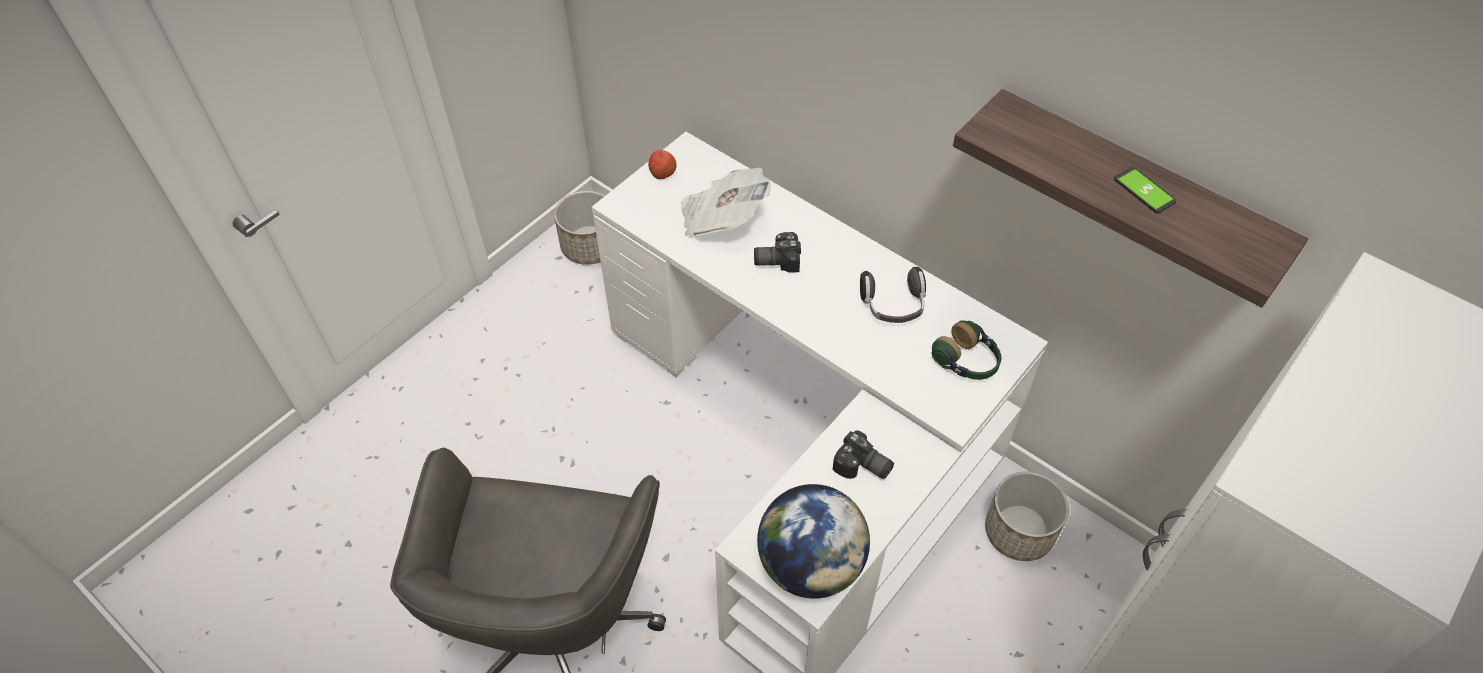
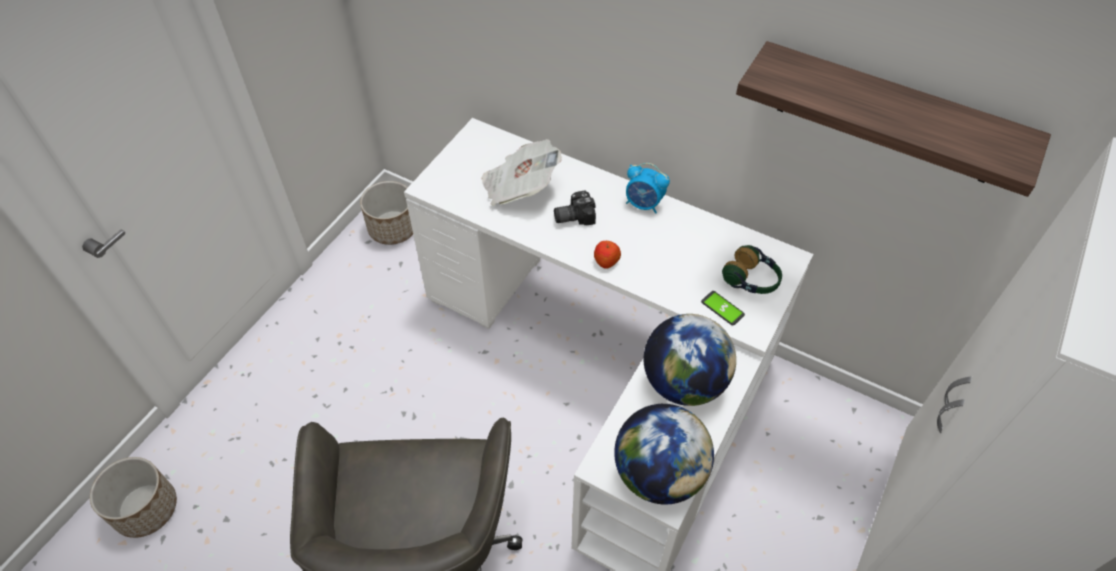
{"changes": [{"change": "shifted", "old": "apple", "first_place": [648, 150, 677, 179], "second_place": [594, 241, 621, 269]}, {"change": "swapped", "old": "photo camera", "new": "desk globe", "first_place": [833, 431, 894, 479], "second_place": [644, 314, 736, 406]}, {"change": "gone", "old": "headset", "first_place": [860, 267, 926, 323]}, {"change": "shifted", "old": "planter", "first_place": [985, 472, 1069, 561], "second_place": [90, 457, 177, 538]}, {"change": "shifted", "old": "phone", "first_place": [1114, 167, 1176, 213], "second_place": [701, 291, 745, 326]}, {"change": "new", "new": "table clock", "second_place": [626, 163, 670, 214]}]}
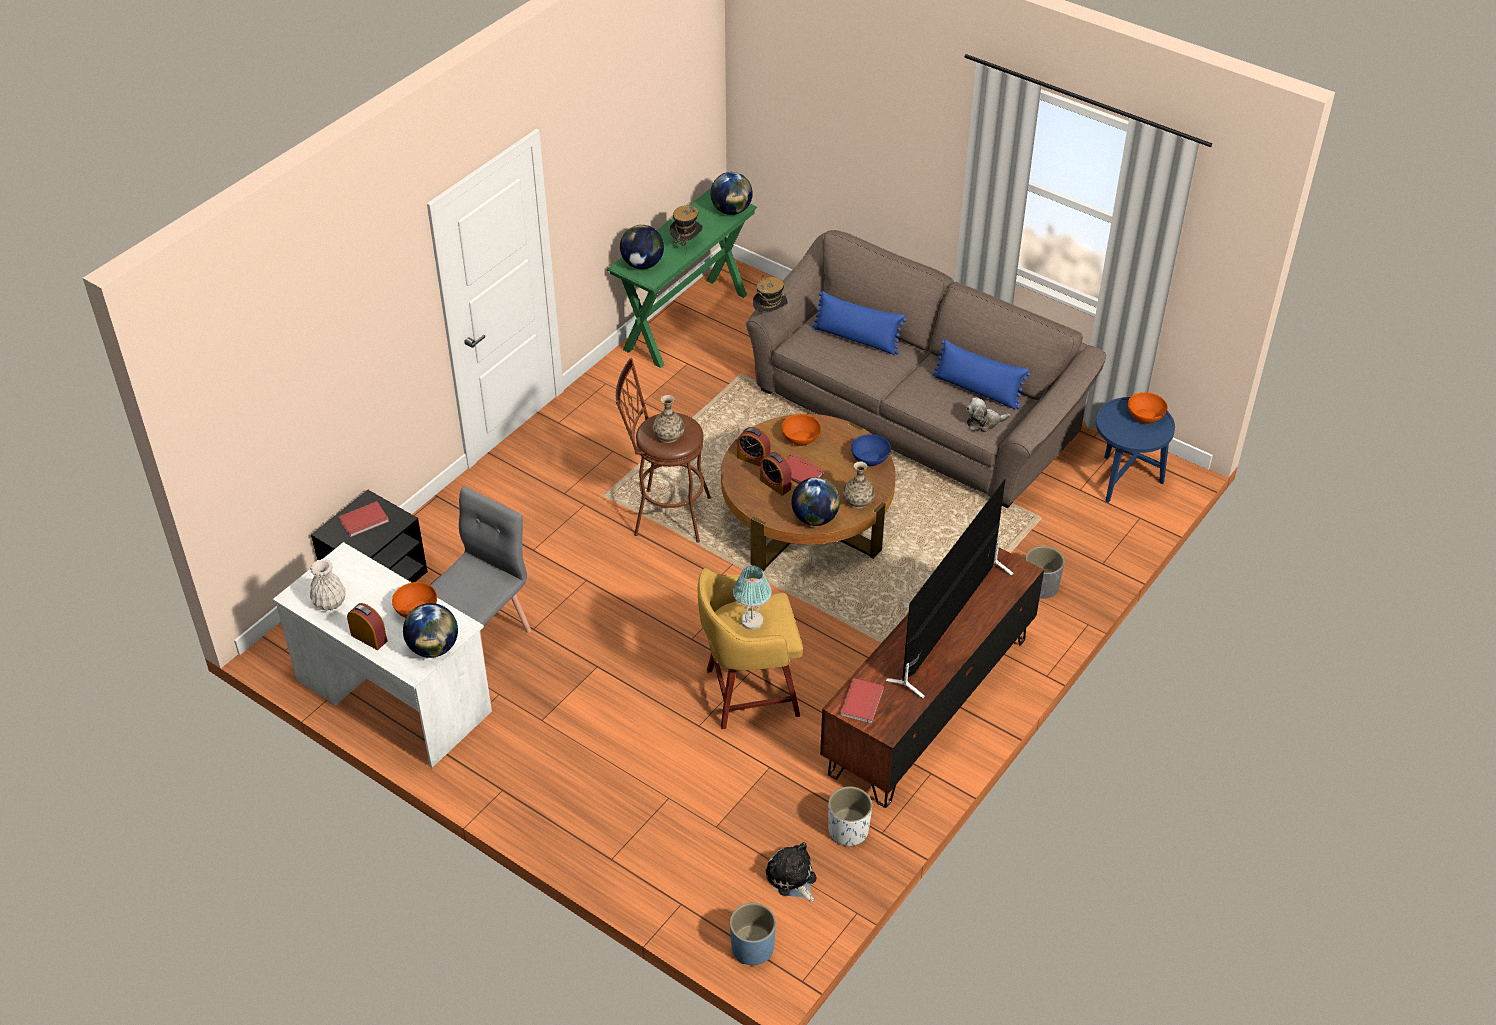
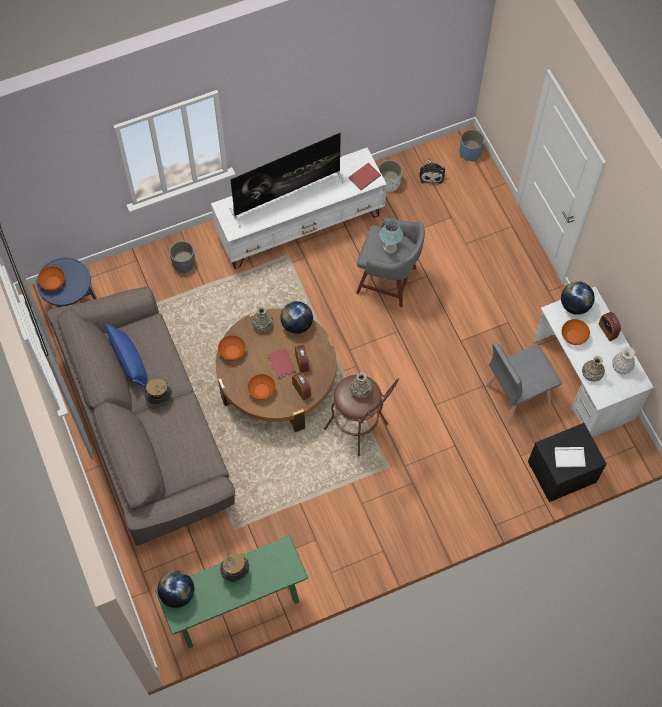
{"changes": [{"change": "repainted", "old": "red-coloured book", "new": "white book", "first_place": [338, 501, 389, 537], "second_place": [554, 447, 586, 467]}, {"change": "gone", "old": "desk globe", "first_place": [620, 225, 664, 269]}, {"change": "repainted", "old": "yellowish stool", "new": "greyish stool", "first_place": [698, 568, 803, 729], "second_place": [356, 218, 425, 307]}, {"change": "shifted", "old": "hat", "first_place": [753, 275, 788, 313], "second_place": [144, 378, 172, 405]}, {"change": "gone", "old": "blue pillow", "first_place": [812, 291, 907, 355]}, {"change": "repainted", "old": "brown-coloured tv stand", "new": "white tv stand", "first_place": [820, 548, 1044, 808], "second_place": [211, 148, 387, 269]}, {"change": "repainted", "old": "blue serving bowl", "new": "orangey serving bowl", "first_place": [851, 434, 891, 466], "second_place": [218, 335, 246, 361]}, {"change": "gone", "old": "cuddly toy", "first_place": [966, 397, 1011, 432]}, {"change": "new", "new": "decorative vase", "second_place": [582, 356, 605, 382]}]}
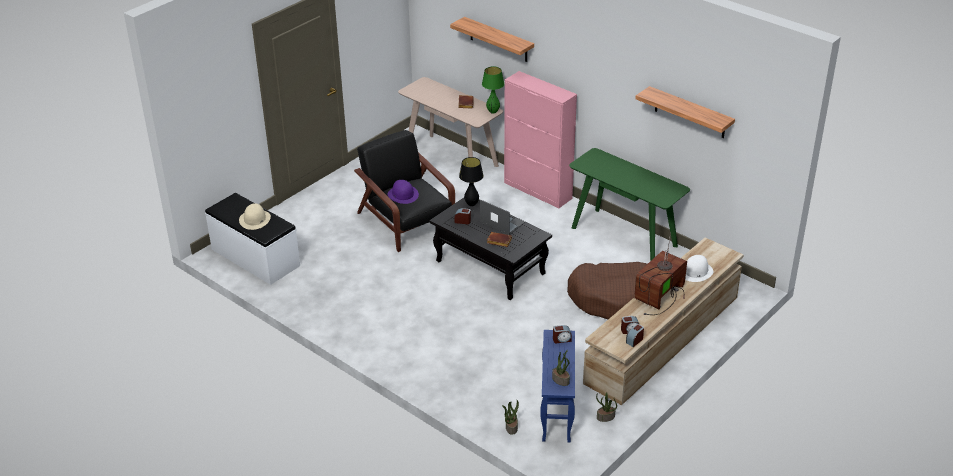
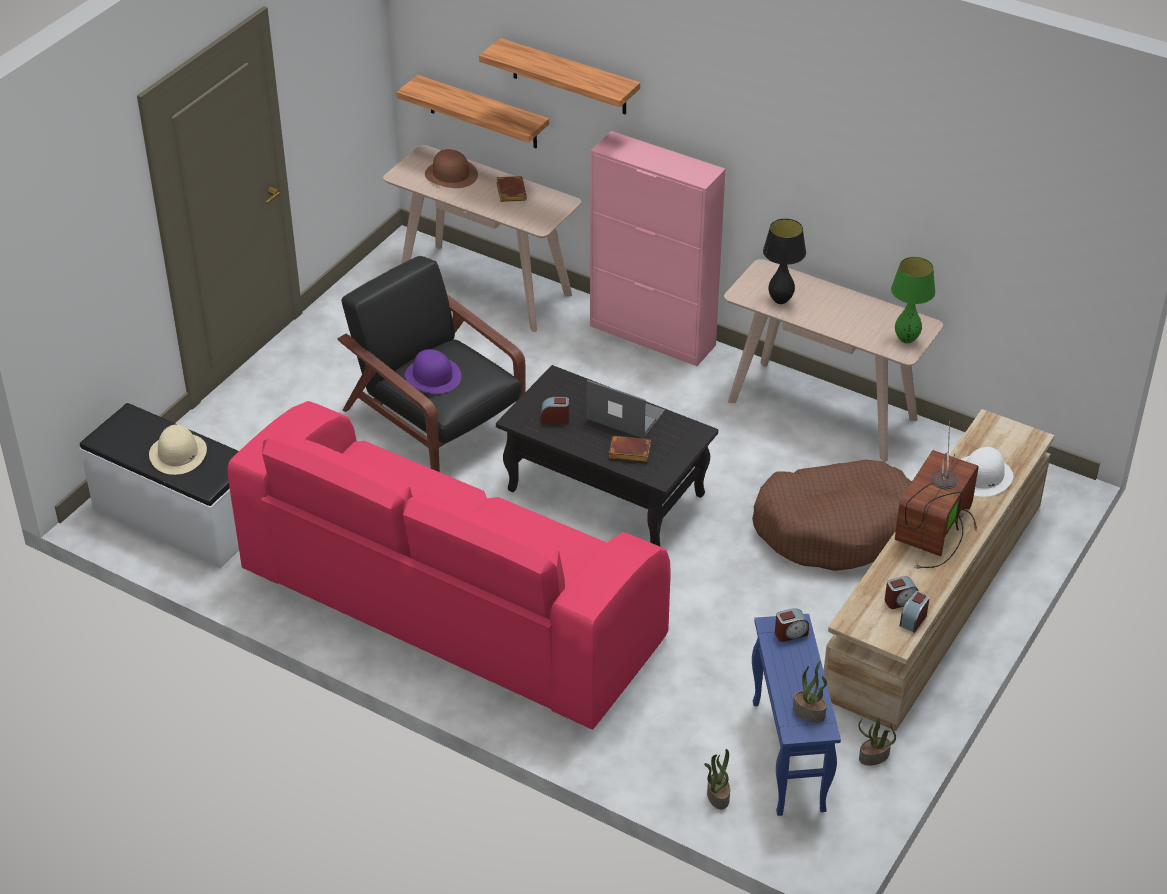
{"changes": [{"change": "shifted", "old": "black tabletop lamp", "first_place": [459, 157, 484, 206], "second_place": [763, 219, 806, 304]}, {"change": "shifted", "old": "green tabletop lamp", "first_place": [482, 67, 504, 114], "second_place": [891, 257, 936, 343]}, {"change": "repainted", "old": "green hall table", "new": "beige-coloured hall table", "first_place": [569, 148, 690, 261], "second_place": [724, 259, 943, 462]}, {"change": "shifted", "old": "bracket shelf", "first_place": [635, 86, 735, 138], "second_place": [396, 75, 549, 149]}, {"change": "new", "new": "pink-coloured sofa", "second_place": [227, 401, 671, 729]}, {"change": "new", "new": "brown-coloured hat", "second_place": [425, 149, 478, 188]}]}
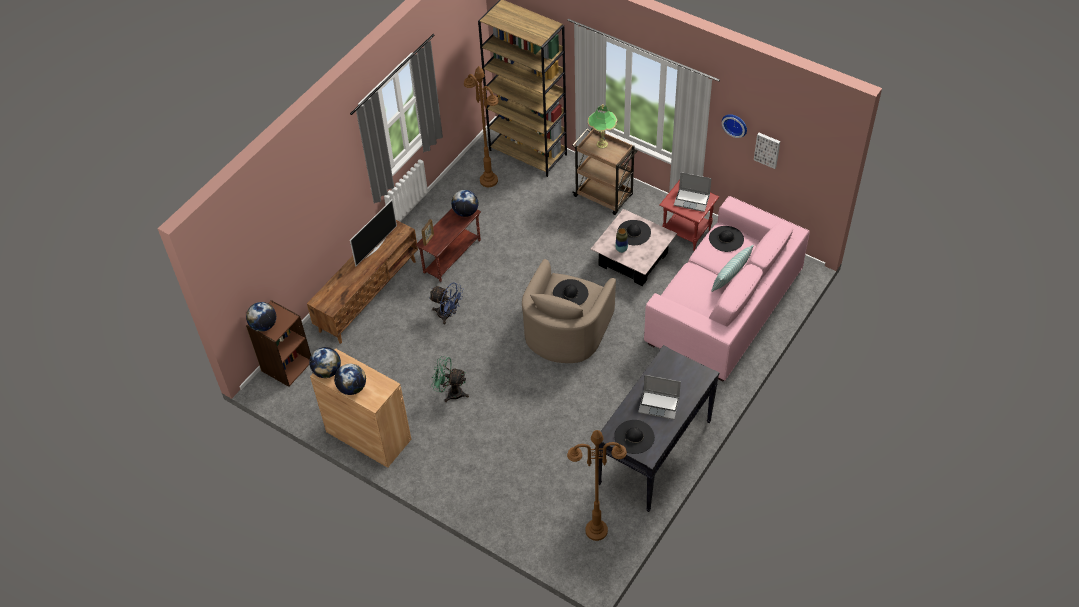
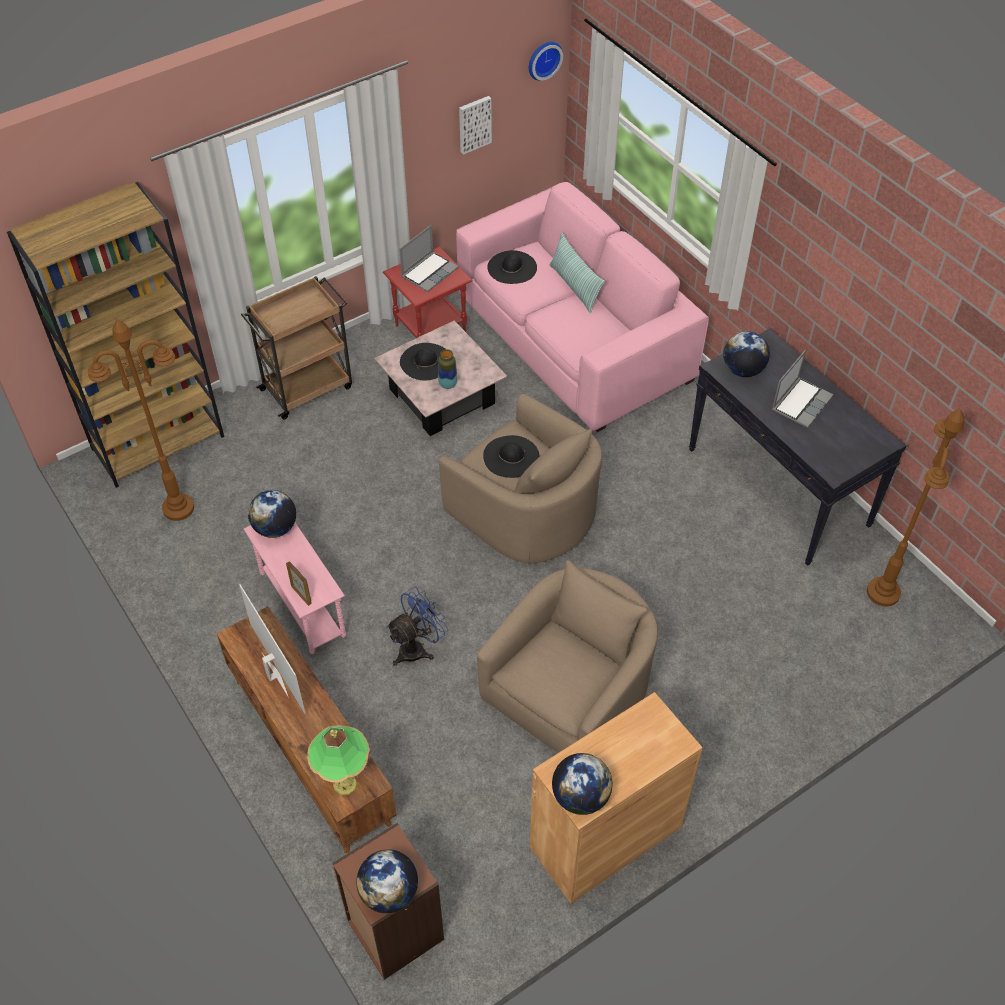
{"changes": [{"change": "shifted", "old": "desk globe", "first_place": [334, 364, 366, 395], "second_place": [723, 331, 770, 377]}, {"change": "repainted", "old": "brown-coloured accent table", "new": "pink-coloured accent table", "first_place": [415, 208, 481, 282], "second_place": [244, 523, 346, 654]}, {"change": "swapped", "old": "green electric fan", "new": "beige-coloured armchair", "first_place": [431, 356, 469, 402], "second_place": [477, 560, 658, 753]}, {"change": "shifted", "old": "tabletop lamp", "first_place": [588, 104, 617, 149], "second_place": [307, 726, 370, 795]}, {"change": "gone", "old": "black hat", "first_place": [614, 420, 655, 454]}, {"change": "shifted", "old": "wall clock", "first_place": [722, 114, 747, 138], "second_place": [529, 41, 563, 81]}]}
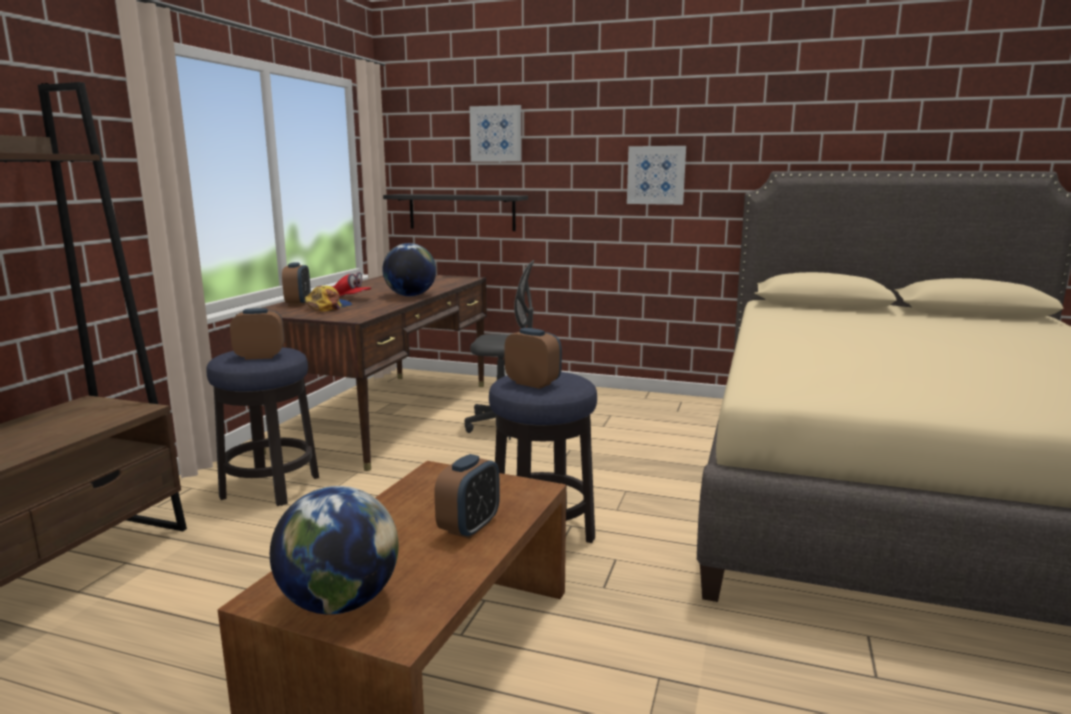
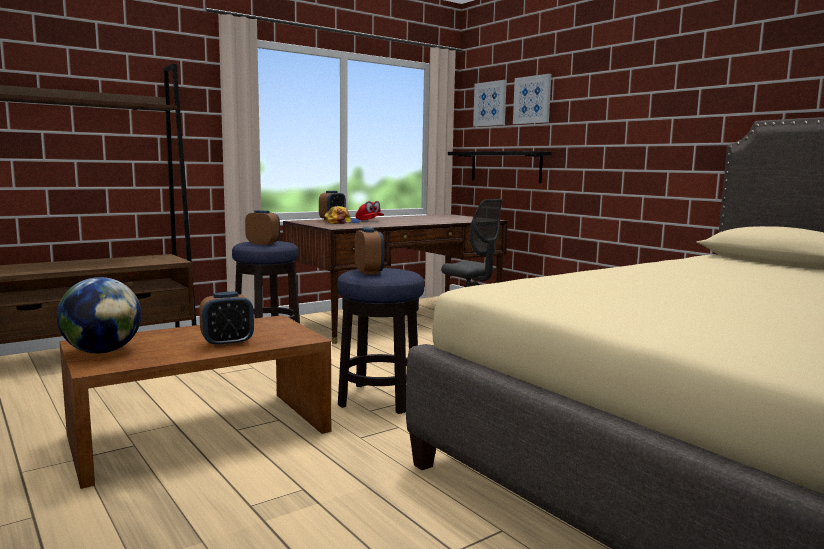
{"changes": [{"change": "gone", "old": "desk globe", "first_place": [382, 243, 436, 297]}, {"change": "shifted", "old": "wall art", "first_place": [627, 146, 686, 205], "second_place": [473, 80, 507, 127]}]}
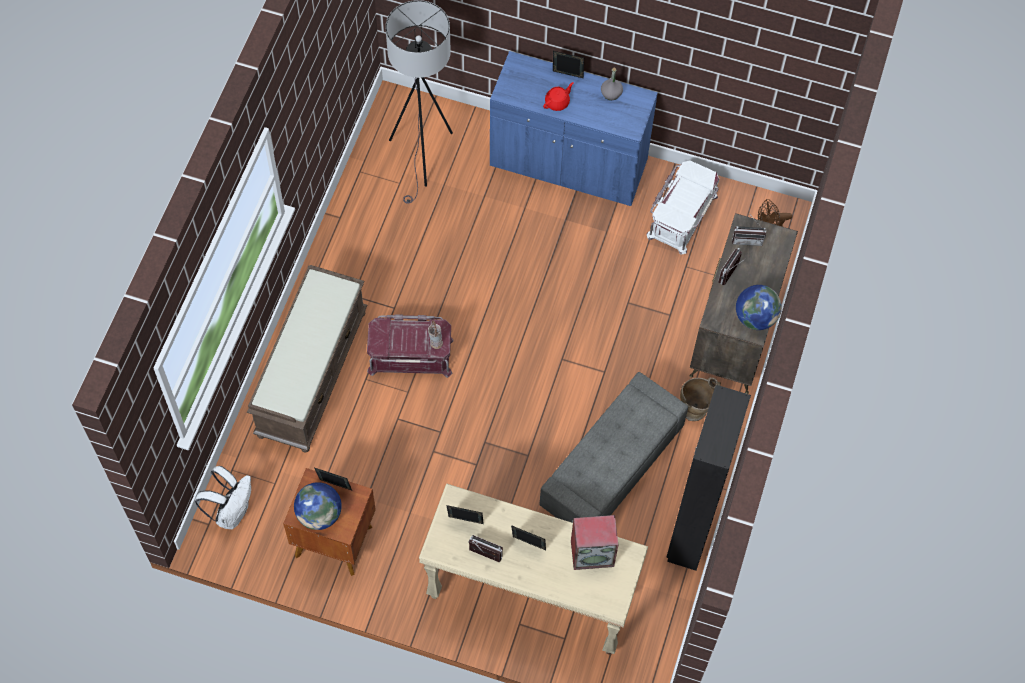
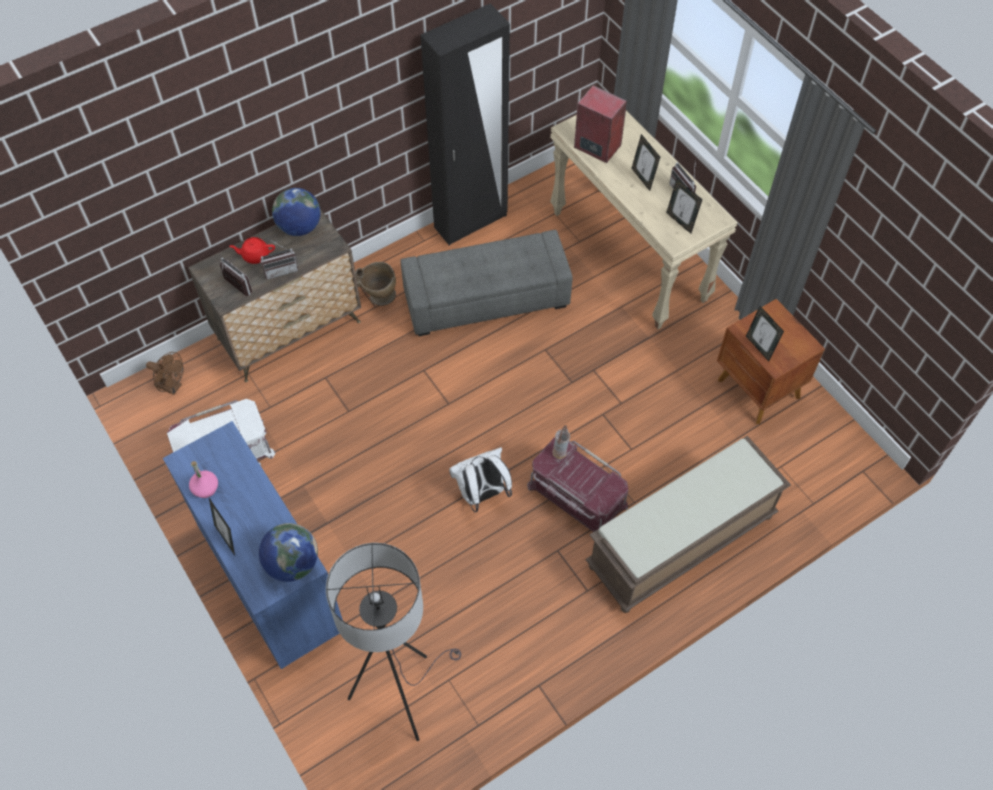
{"changes": [{"change": "shifted", "old": "white knapsack", "first_place": [195, 466, 251, 529], "second_place": [449, 447, 512, 512]}, {"change": "shifted", "old": "desk globe", "first_place": [294, 482, 342, 530], "second_place": [259, 523, 318, 582]}, {"change": "shifted", "old": "red-coloured tea pot", "first_place": [543, 82, 574, 111], "second_place": [229, 237, 275, 264]}, {"change": "repainted", "old": "greyish bottle", "new": "pink-coloured bottle", "first_place": [601, 68, 623, 100], "second_place": [189, 461, 218, 498]}]}
